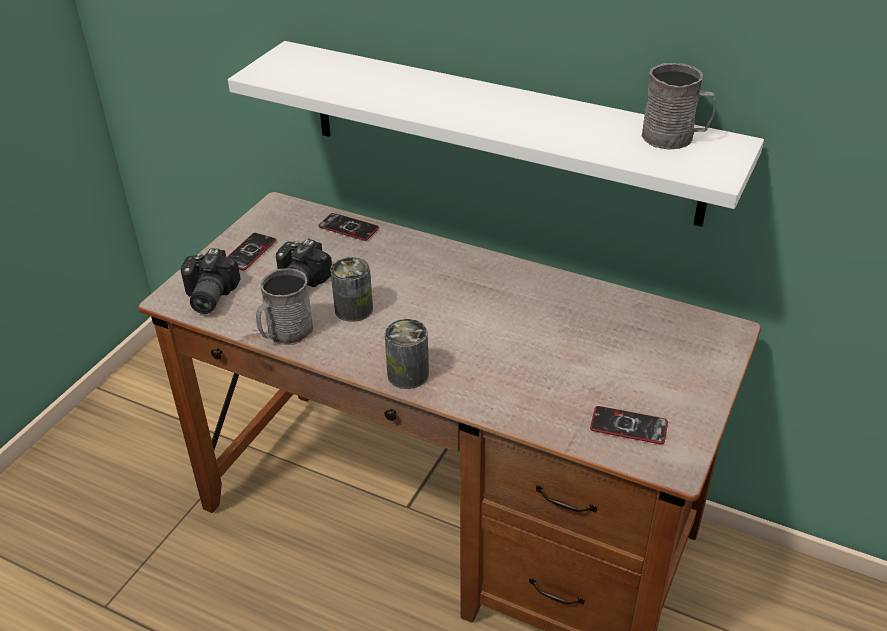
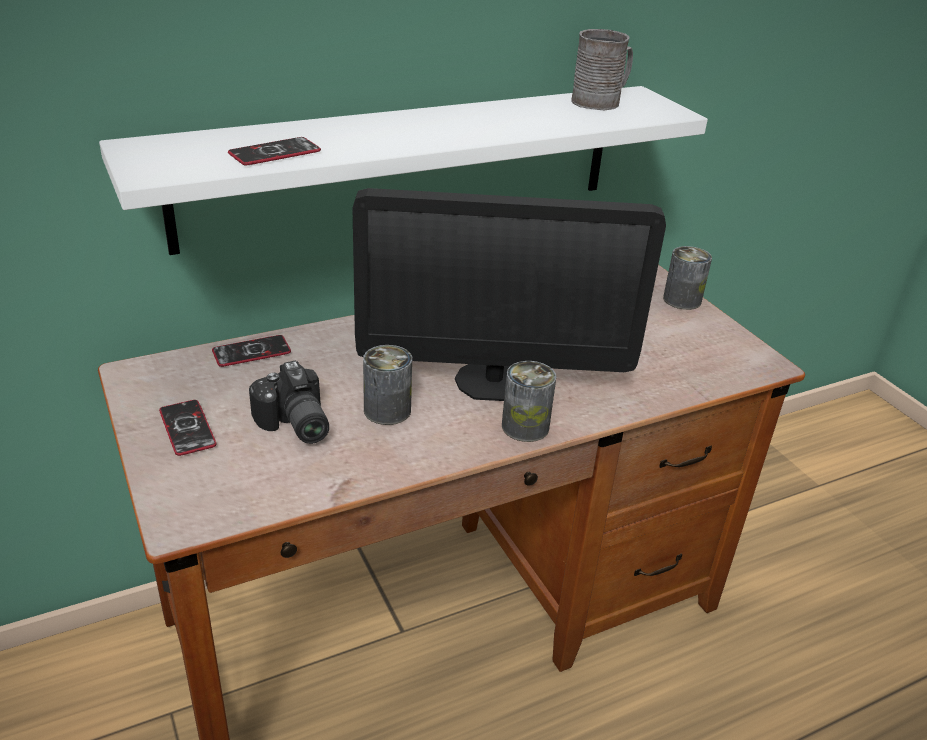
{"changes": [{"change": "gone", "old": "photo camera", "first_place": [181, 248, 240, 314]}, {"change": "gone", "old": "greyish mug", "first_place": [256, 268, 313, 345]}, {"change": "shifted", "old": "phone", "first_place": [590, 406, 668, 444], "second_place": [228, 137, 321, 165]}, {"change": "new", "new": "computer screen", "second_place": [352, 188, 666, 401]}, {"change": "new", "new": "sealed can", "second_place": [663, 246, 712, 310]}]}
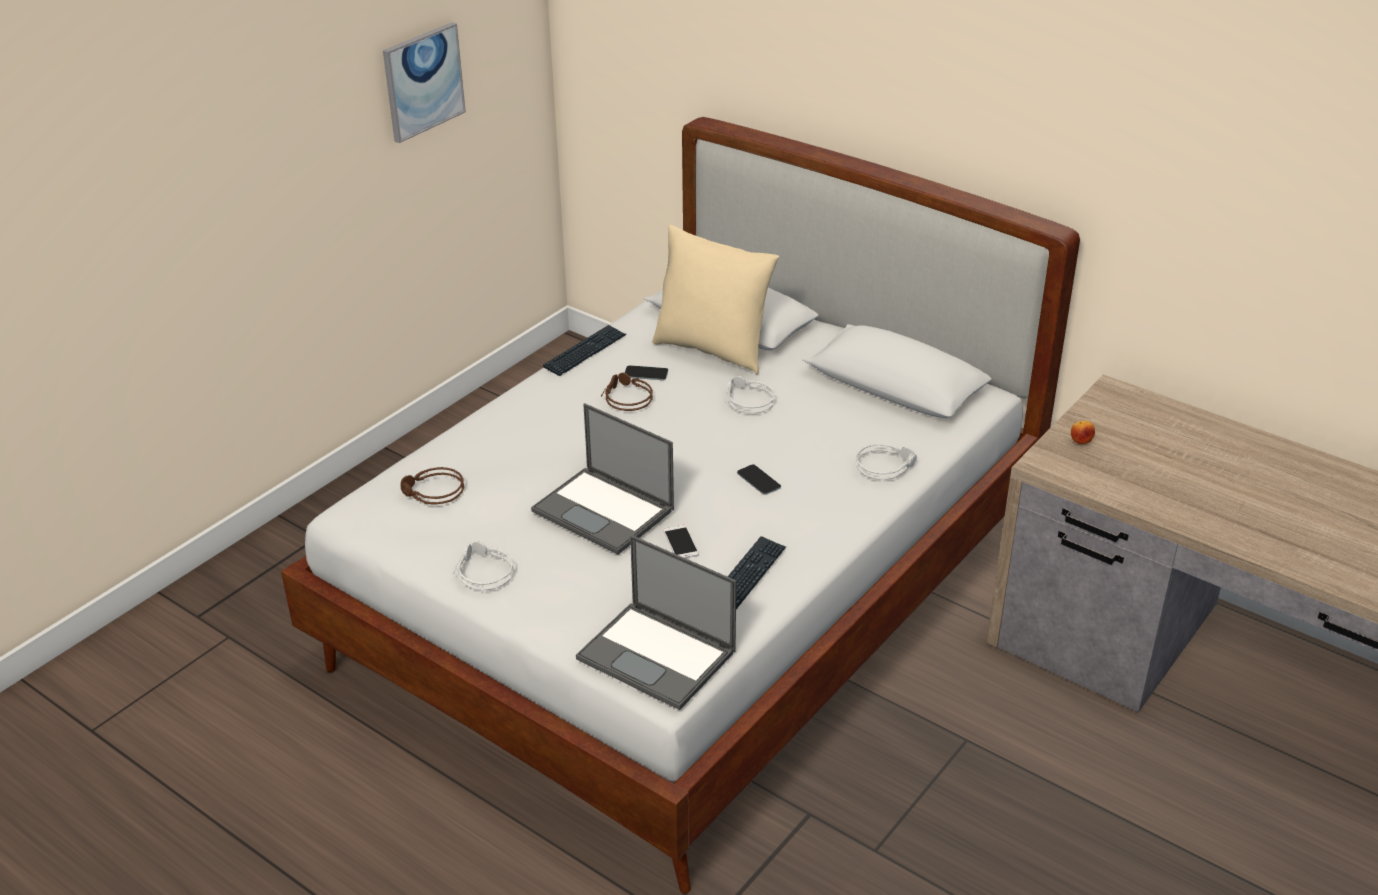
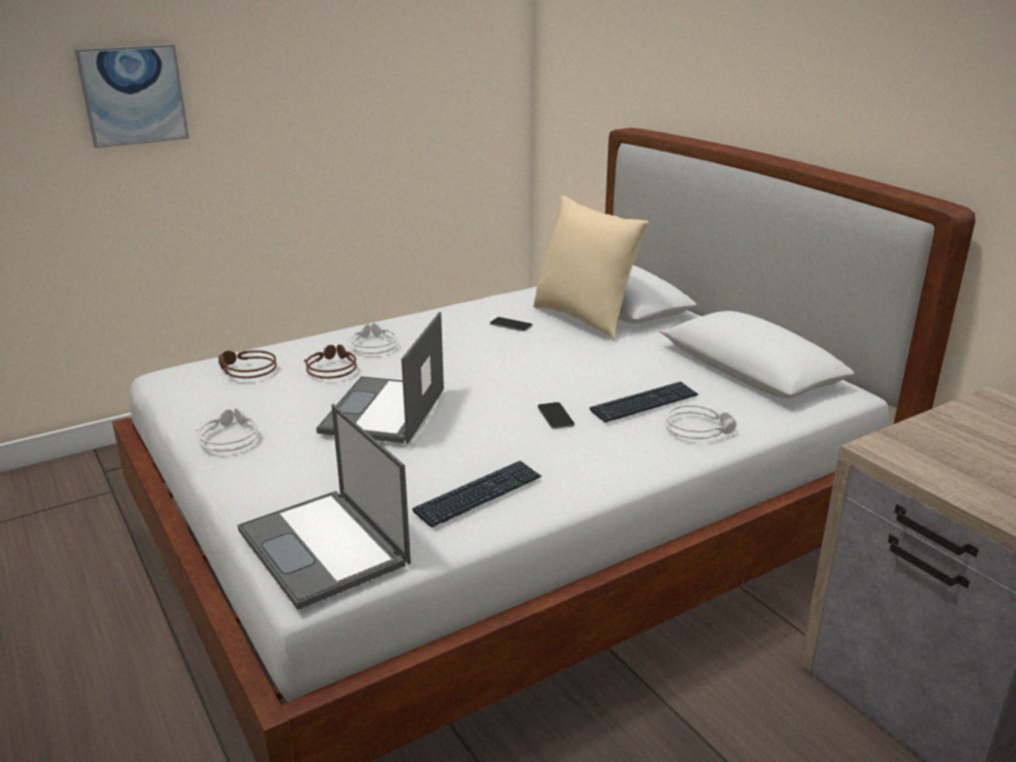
{"changes": [{"change": "shifted", "old": "wall art", "first_place": [383, 22, 466, 143], "second_place": [74, 44, 189, 148]}, {"change": "rotated", "old": "portable computer", "first_place": [531, 403, 674, 555], "second_place": [316, 312, 444, 444], "degrees": 45}, {"change": "shifted", "old": "keyboard", "first_place": [543, 325, 626, 376], "second_place": [590, 381, 699, 423]}, {"change": "shifted", "old": "brown-coloured headset", "first_place": [601, 372, 653, 411], "second_place": [304, 344, 357, 379]}, {"change": "gone", "old": "phone", "first_place": [663, 525, 699, 558]}, {"change": "shifted", "old": "greyish headset", "first_place": [725, 376, 775, 413], "second_place": [346, 323, 398, 354]}, {"change": "gone", "old": "apple", "first_place": [1071, 421, 1095, 444]}]}
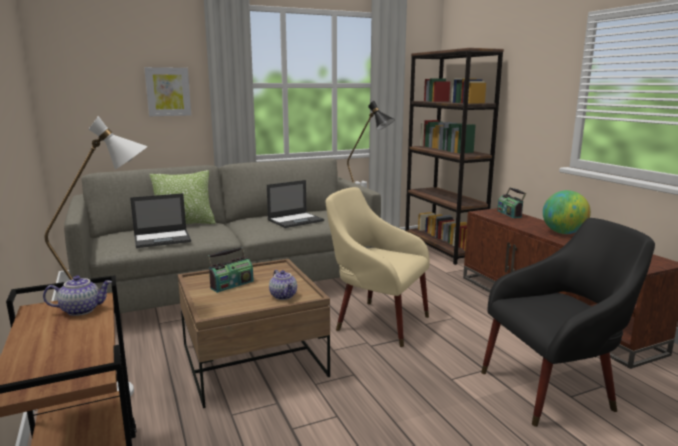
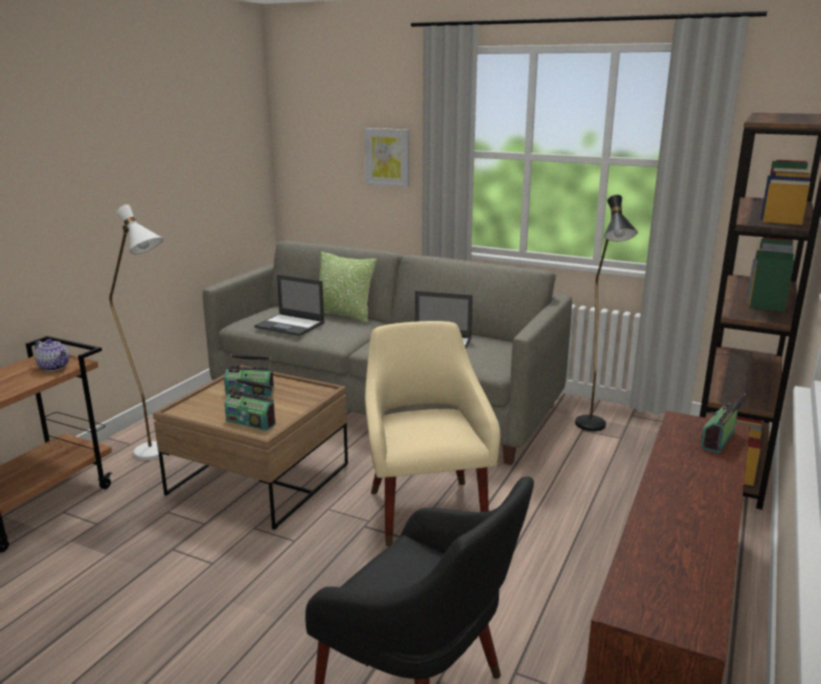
{"changes": [{"change": "swapped", "old": "tea pot", "new": "radio receiver", "first_place": [269, 270, 297, 300], "second_place": [225, 379, 276, 431]}, {"change": "gone", "old": "desk globe", "first_place": [543, 190, 591, 234]}]}
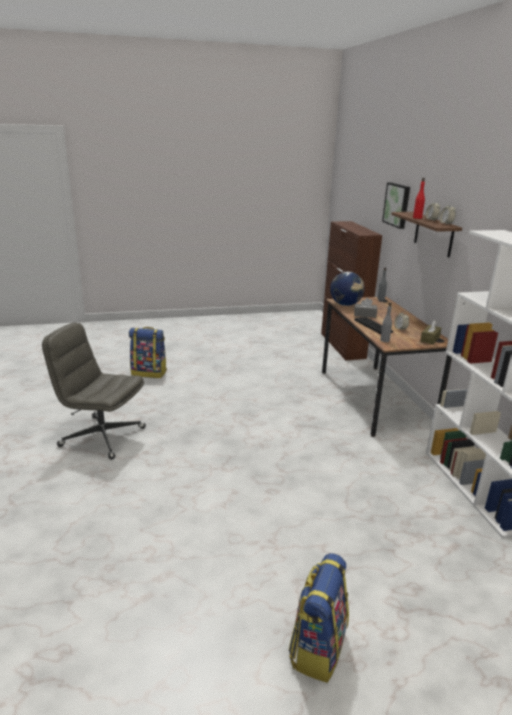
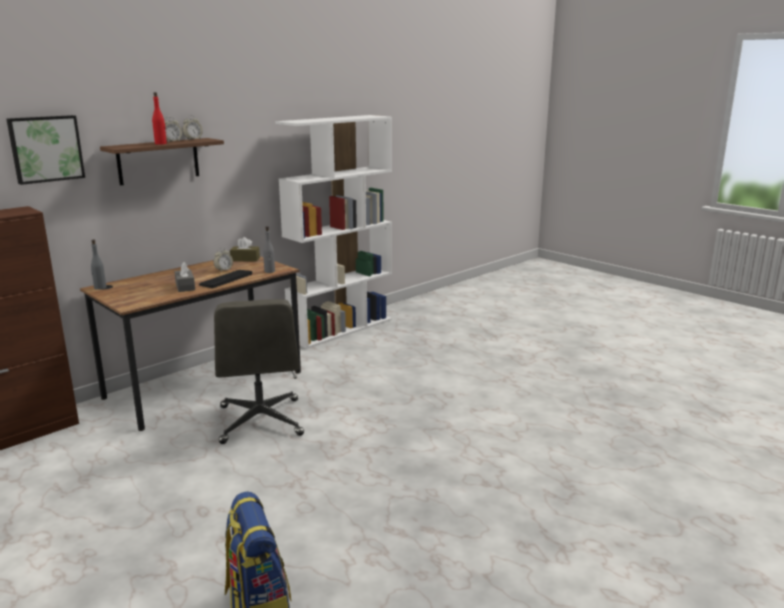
{"changes": [{"change": "shifted", "old": "greyish computer chair", "first_place": [42, 323, 146, 460], "second_place": [214, 299, 304, 444]}, {"change": "gone", "old": "knapsack", "first_place": [289, 553, 349, 683]}, {"change": "gone", "old": "desk globe", "first_place": [330, 272, 364, 306]}]}
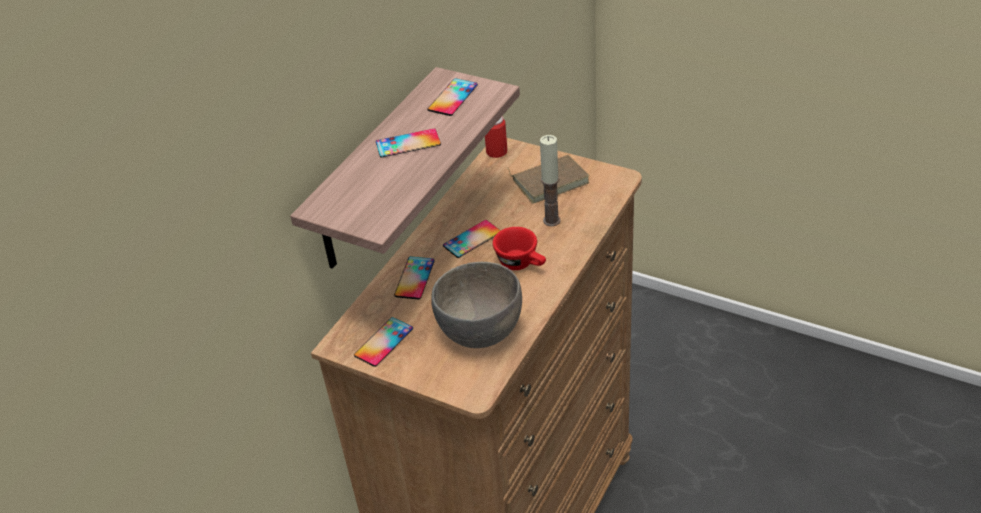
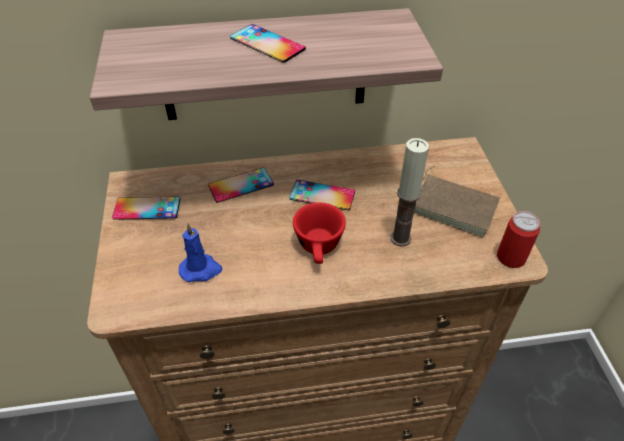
{"changes": [{"change": "gone", "old": "phone", "first_place": [428, 78, 478, 116]}, {"change": "swapped", "old": "greyish serving bowl", "new": "blue candle", "first_place": [431, 262, 522, 348], "second_place": [179, 223, 222, 282]}, {"change": "shifted", "old": "sealed can", "first_place": [485, 116, 507, 158], "second_place": [497, 211, 540, 268]}]}
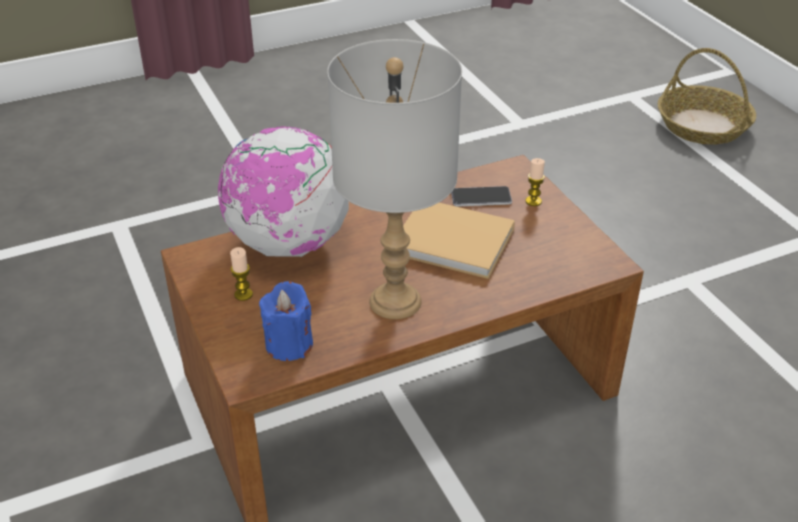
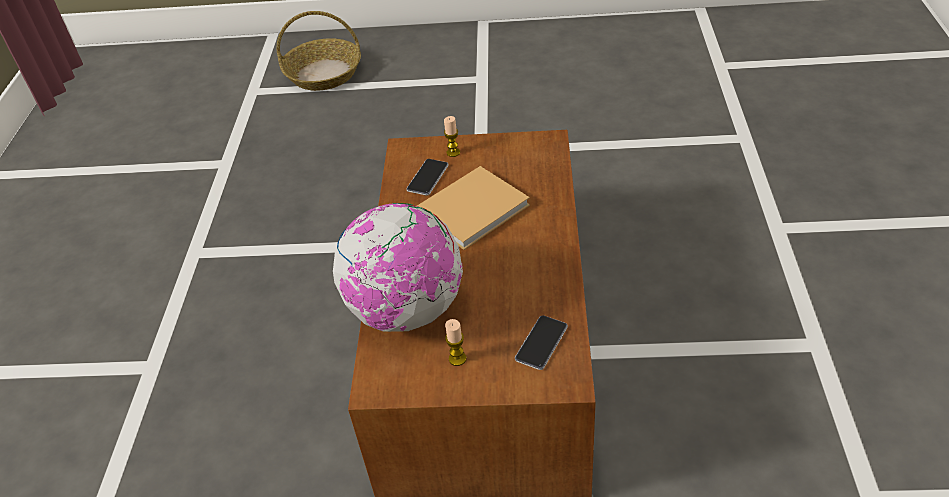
{"changes": [{"change": "swapped", "old": "blue candle", "new": "phone", "first_place": [259, 281, 313, 361], "second_place": [515, 315, 568, 370]}, {"change": "gone", "old": "greyish tabletop lamp", "first_place": [327, 39, 462, 319]}]}
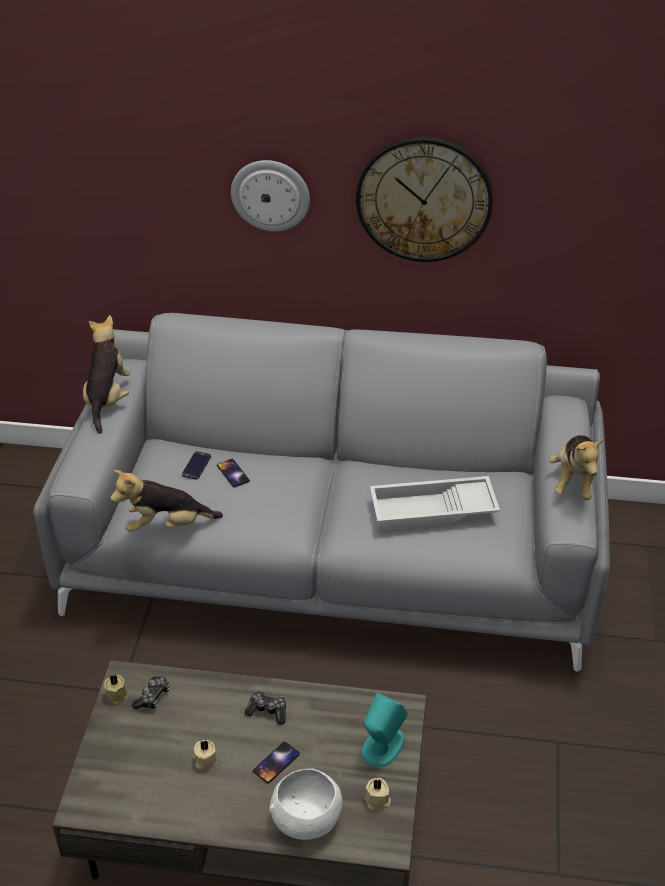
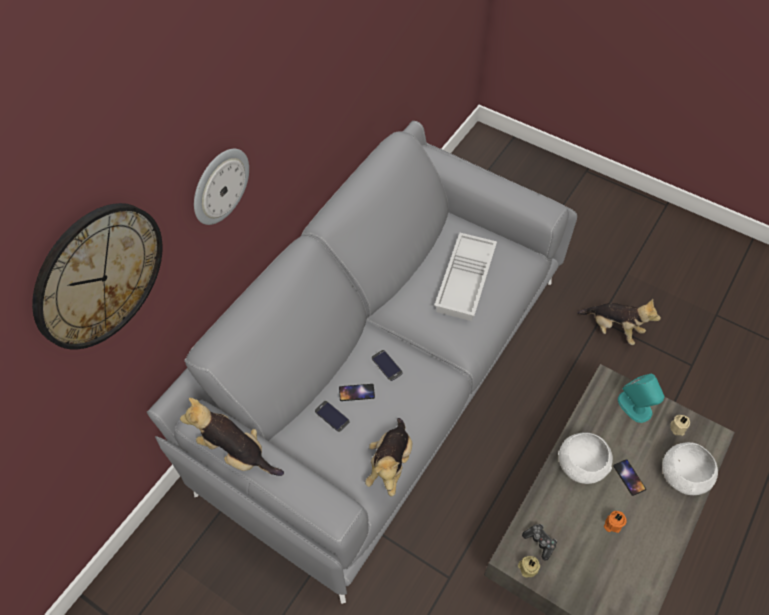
{"changes": [{"change": "repainted", "old": "beige-coloured candle", "new": "orangey candle", "first_place": [193, 740, 218, 769], "second_place": [604, 511, 627, 533]}, {"change": "swapped", "old": "joypad", "new": "white serving bowl", "first_place": [245, 691, 286, 725], "second_place": [558, 432, 613, 484]}, {"change": "shifted", "old": "wall clock", "first_place": [356, 136, 493, 262], "second_place": [32, 203, 163, 349]}, {"change": "shifted", "old": "cuddly toy", "first_place": [549, 435, 603, 500], "second_place": [577, 299, 661, 345]}, {"change": "new", "new": "phone", "second_place": [372, 350, 402, 381]}]}
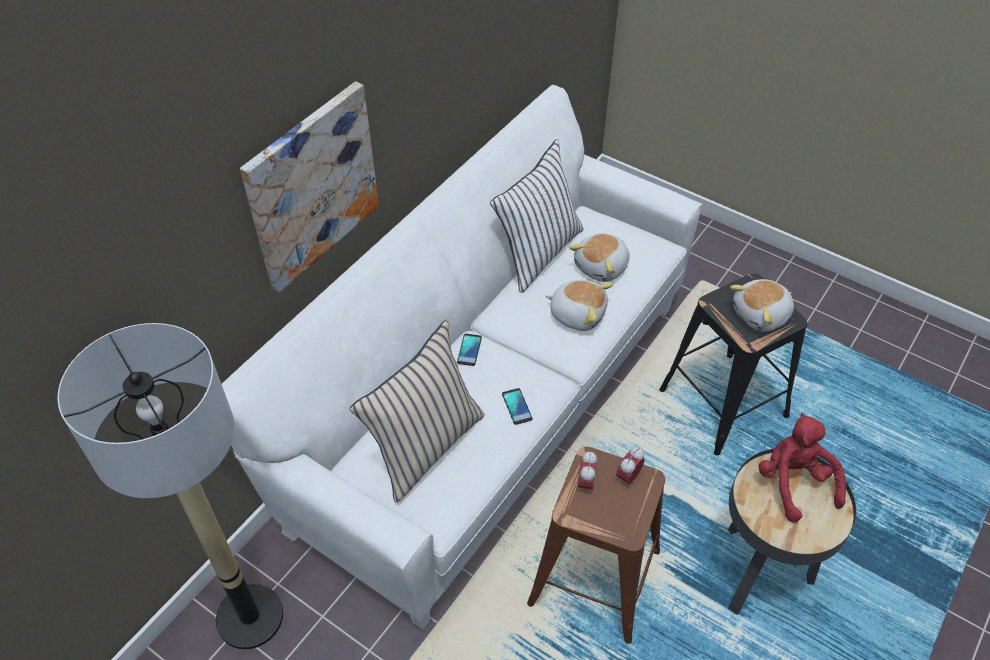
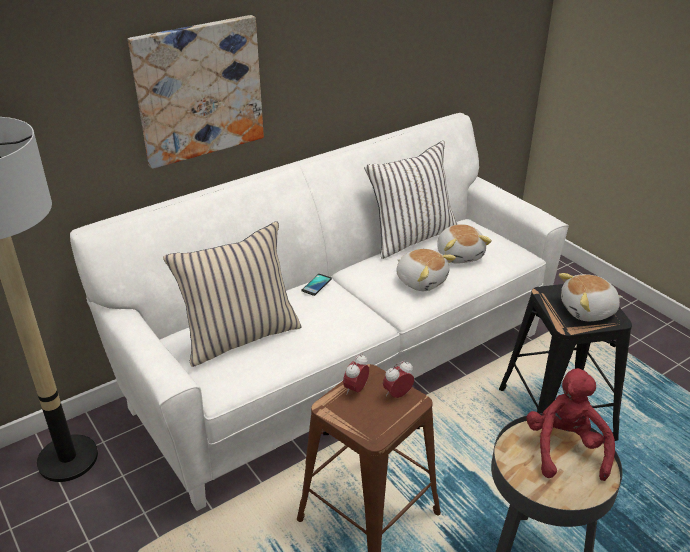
{"changes": [{"change": "gone", "old": "phone", "first_place": [502, 388, 533, 425]}, {"change": "rotated", "old": "cuddly toy", "first_place": [569, 233, 630, 282], "second_place": [437, 224, 492, 264], "degrees": -75}]}
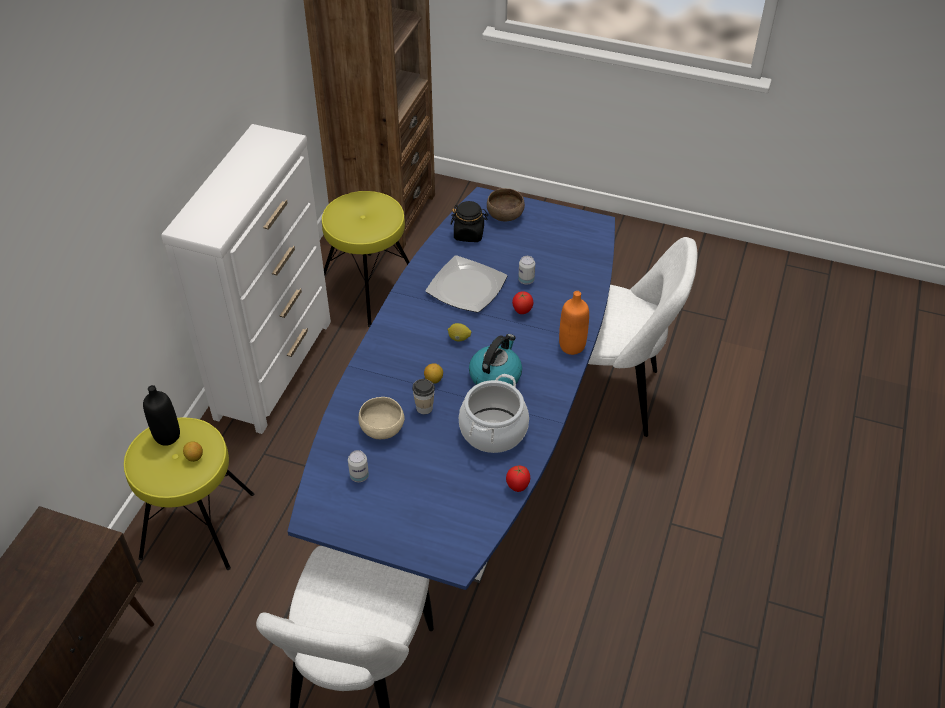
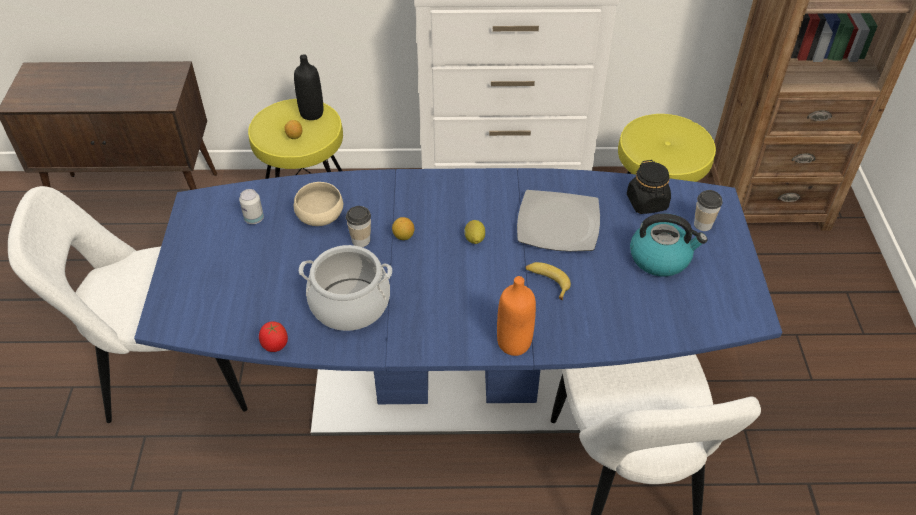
{"changes": [{"change": "shifted", "old": "kettle", "first_place": [469, 334, 522, 385], "second_place": [630, 213, 707, 277]}, {"change": "swapped", "old": "brown-coloured serving bowl", "new": "drinking cup", "first_place": [487, 188, 525, 221], "second_place": [694, 190, 723, 231]}, {"change": "swapped", "old": "tomato", "new": "whole banana", "first_place": [512, 291, 533, 314], "second_place": [526, 262, 571, 300]}, {"change": "gone", "old": "sealed can", "first_place": [518, 256, 535, 285]}]}
